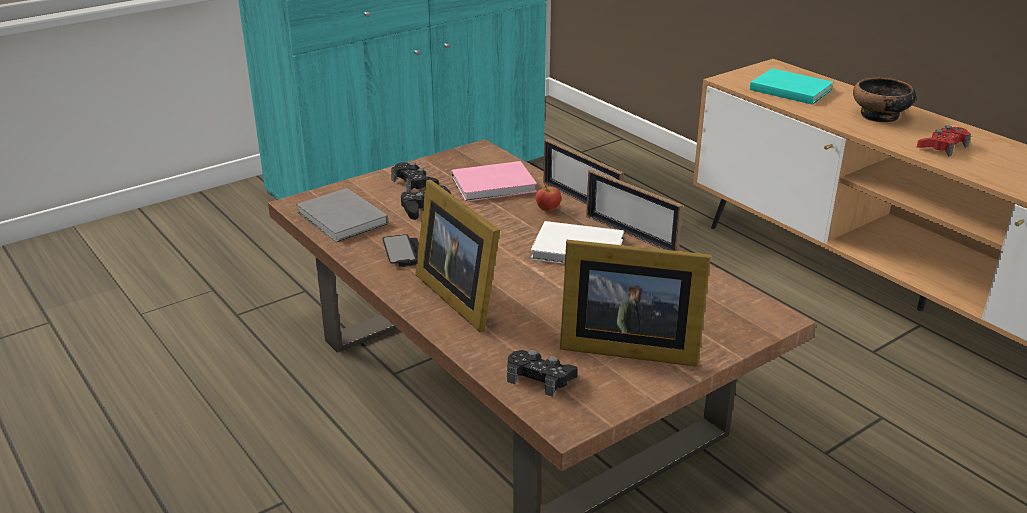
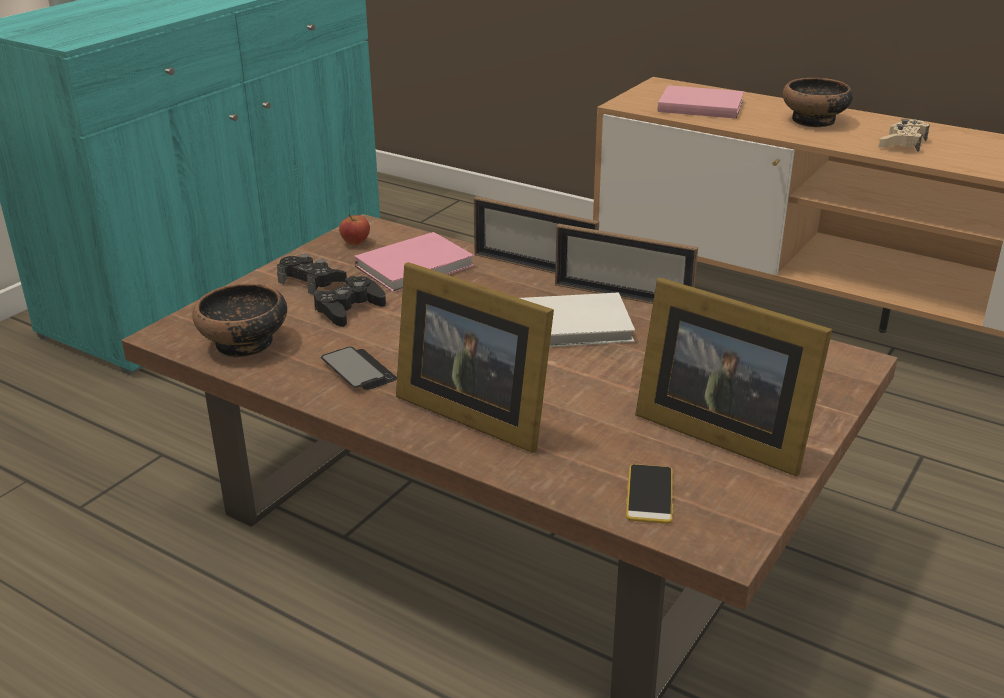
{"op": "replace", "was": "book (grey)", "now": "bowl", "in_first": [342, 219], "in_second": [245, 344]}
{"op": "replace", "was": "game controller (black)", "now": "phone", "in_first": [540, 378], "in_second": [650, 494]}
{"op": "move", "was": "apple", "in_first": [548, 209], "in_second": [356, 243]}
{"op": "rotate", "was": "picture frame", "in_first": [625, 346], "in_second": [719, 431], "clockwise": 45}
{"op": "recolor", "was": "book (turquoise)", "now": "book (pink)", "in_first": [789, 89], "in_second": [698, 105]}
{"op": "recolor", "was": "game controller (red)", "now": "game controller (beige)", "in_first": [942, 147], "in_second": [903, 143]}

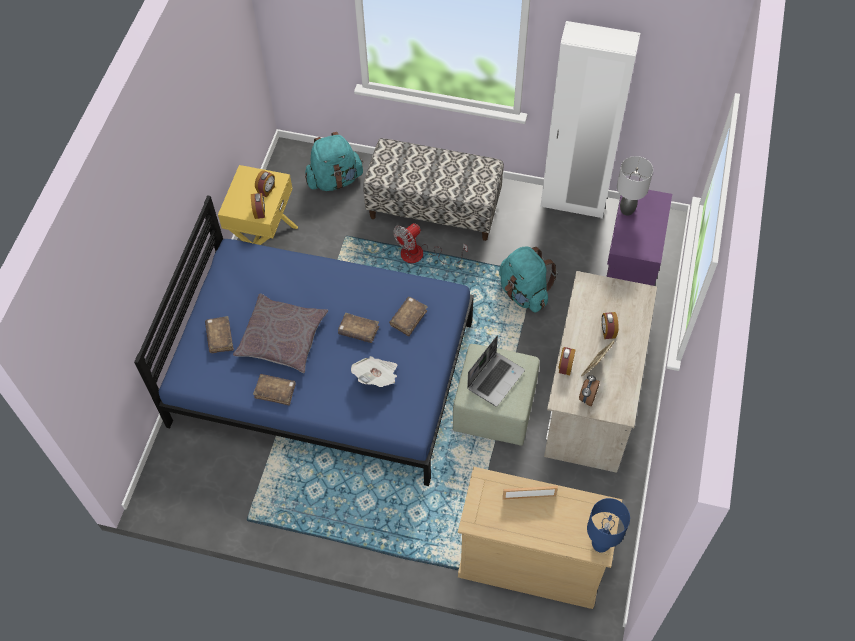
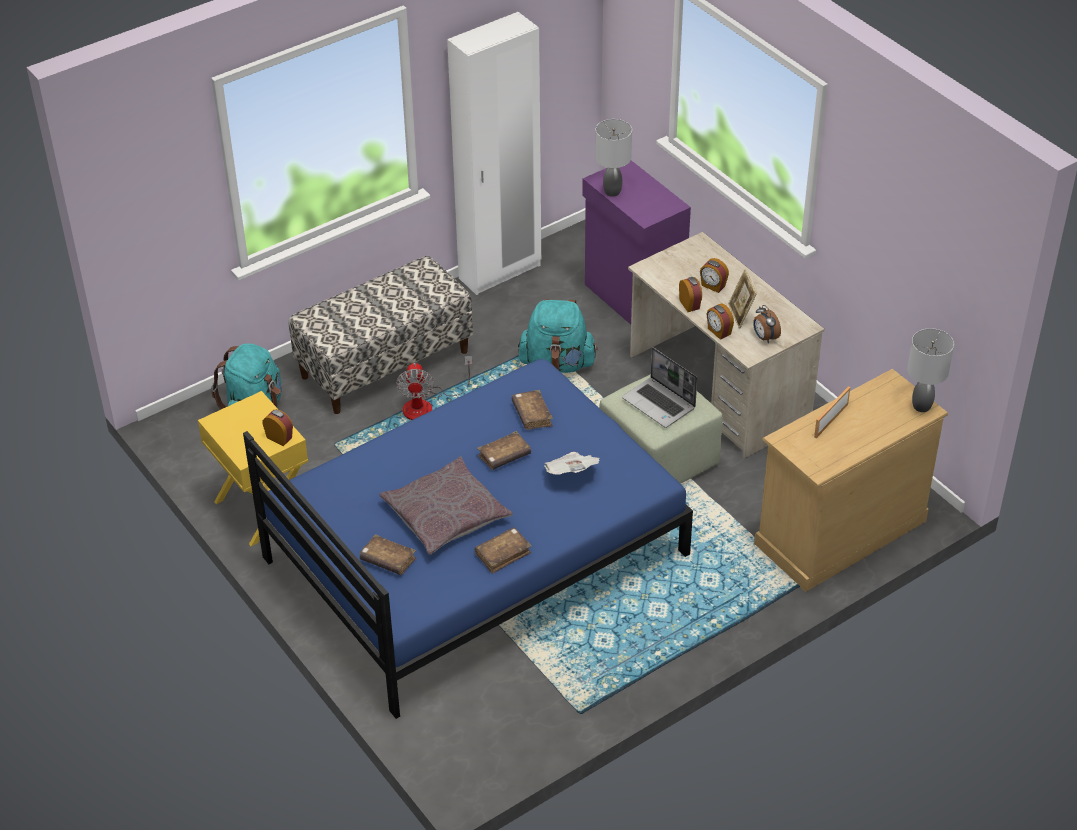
{"op": "move", "was": "alarm clock", "in_first": [266, 190], "in_second": [690, 304]}
{"op": "rotate", "was": "laptop", "in_first": [495, 379], "in_second": [660, 404], "clockwise": 150}
{"op": "recolor", "was": "table lamp (blue)", "now": "table lamp (grey)", "in_first": [600, 545], "in_second": [922, 406]}

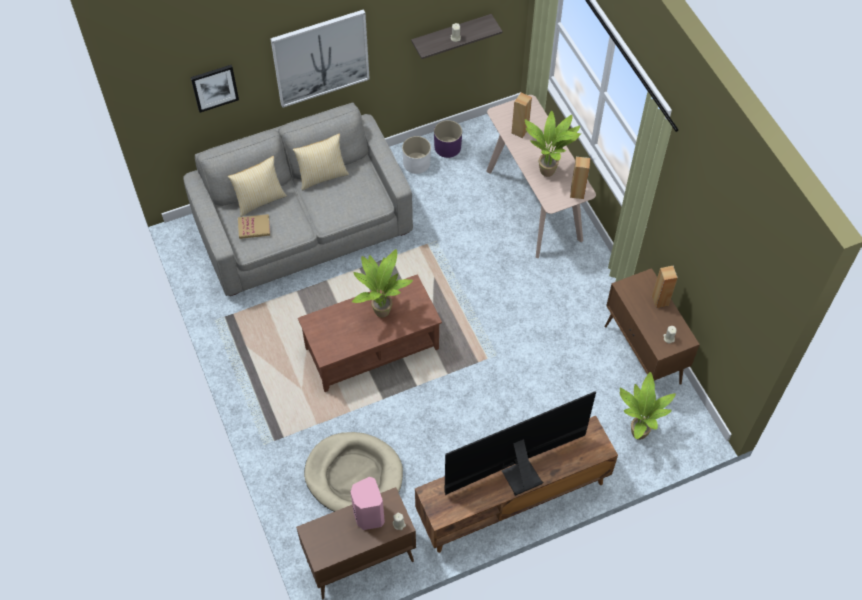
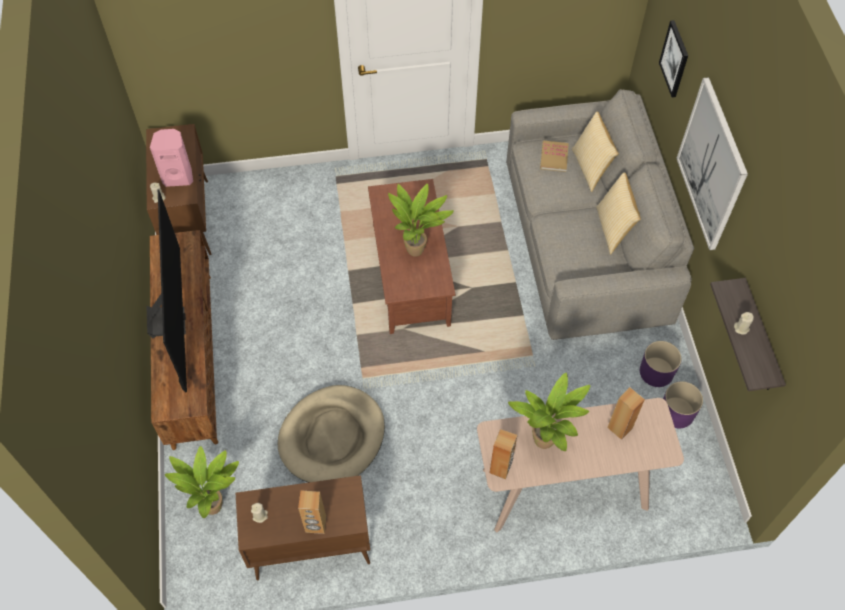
{"op": "move", "was": "dog bed (beige)", "in_first": [354, 476], "in_second": [332, 437]}
{"op": "recolor", "was": "planter (white)", "now": "planter (purple)", "in_first": [416, 163], "in_second": [656, 372]}

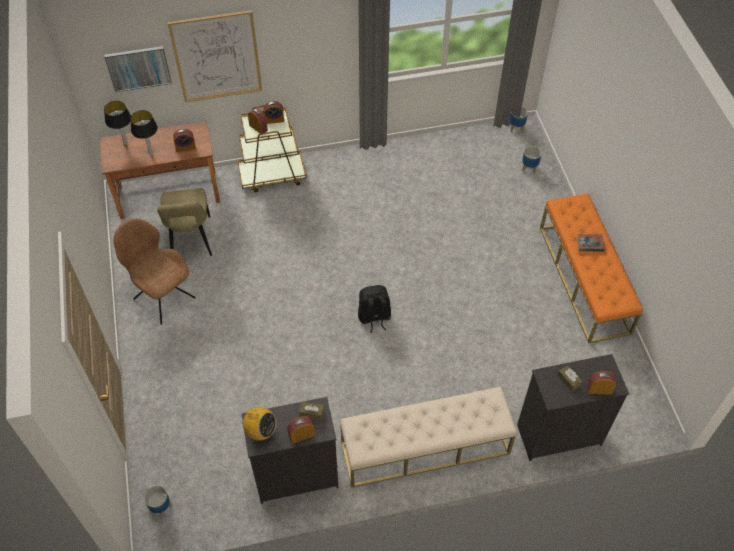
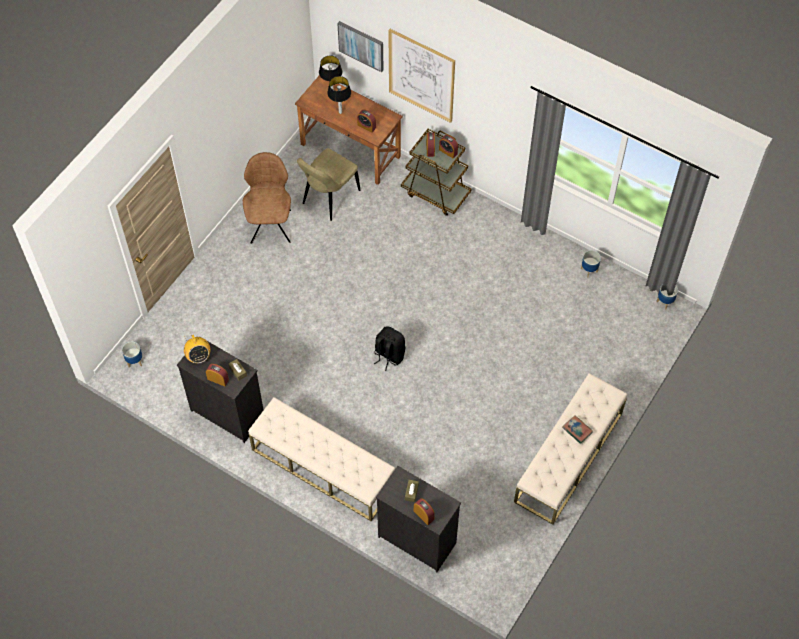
{"op": "move", "was": "planter", "in_first": [529, 168], "in_second": [589, 270]}
{"op": "recolor", "was": "bench (orange)", "now": "bench (beige)", "in_first": [584, 279], "in_second": [568, 457]}

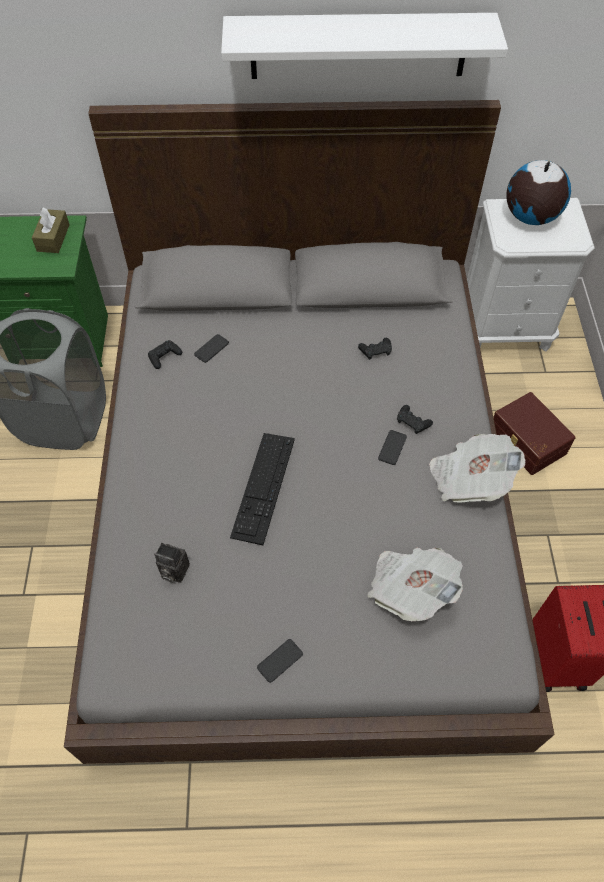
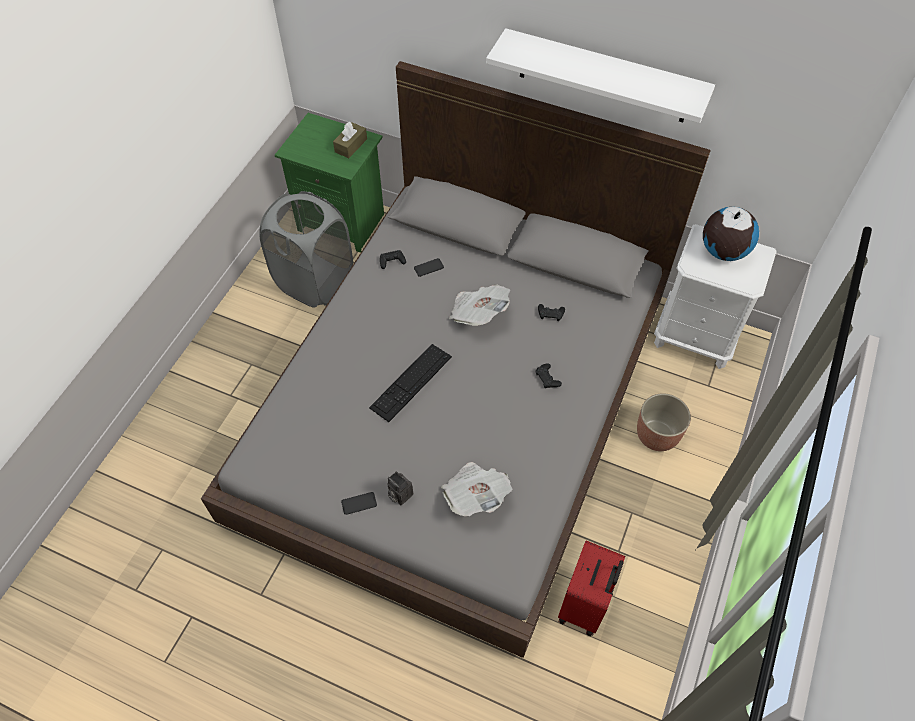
{"op": "move", "was": "photo camera", "in_first": [173, 571], "in_second": [399, 494]}
{"op": "delete", "was": "phone", "in_first": [392, 447]}
{"op": "move", "was": "newspaper", "in_first": [470, 479], "in_second": [478, 313]}
{"op": "replace", "was": "storage box (brown)", "now": "planter", "in_first": [526, 442], "in_second": [657, 435]}

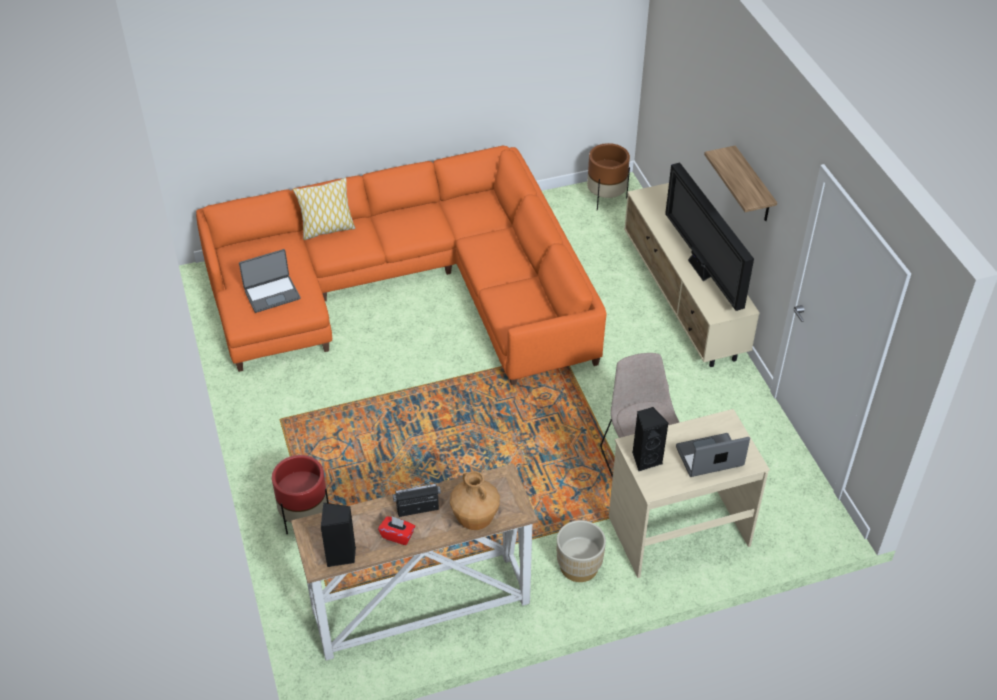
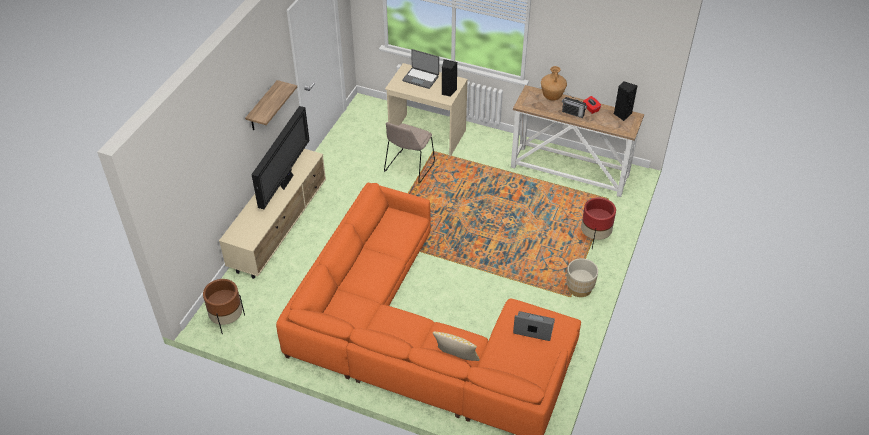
{"op": "move", "was": "planter (beige)", "in_first": [579, 566], "in_second": [579, 288]}

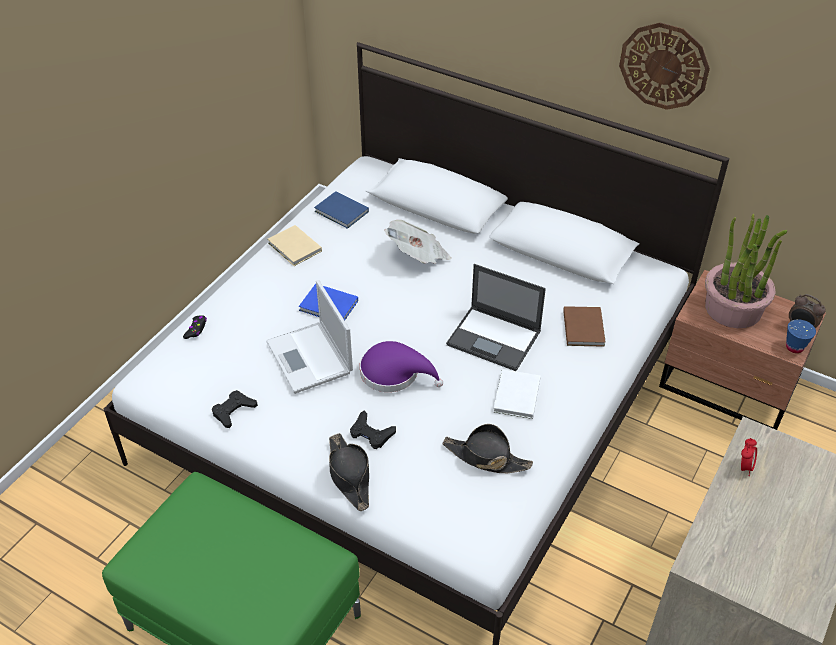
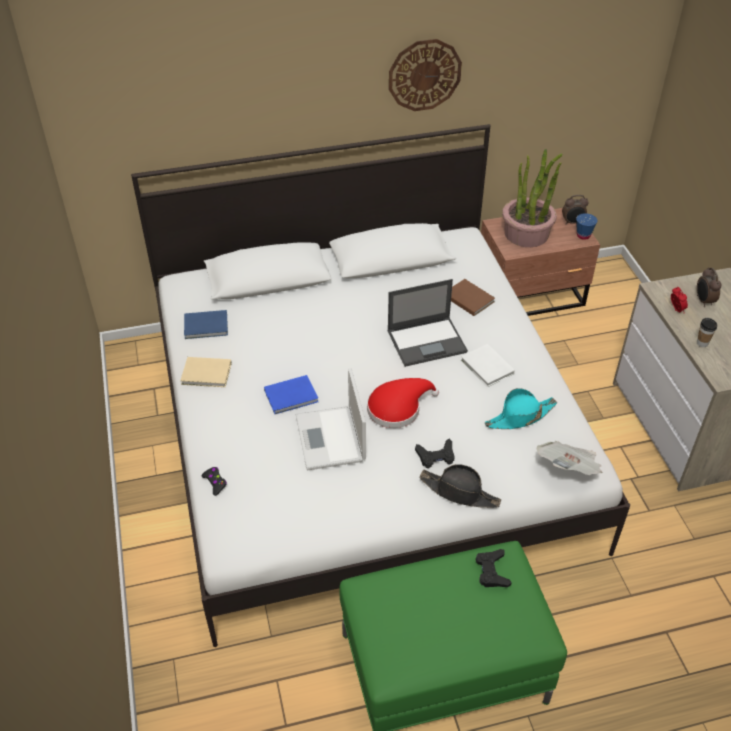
{"op": "move", "was": "game controller (black)", "in_first": [233, 411], "in_second": [492, 571]}
{"op": "rotate", "was": "laptop", "in_first": [310, 358], "in_second": [331, 439], "clockwise": 60}
{"op": "recolor", "was": "hat (purple)", "now": "hat (red)", "in_first": [394, 373], "in_second": [397, 408]}
{"op": "move", "was": "newspaper", "in_first": [418, 256], "in_second": [569, 468]}
{"op": "recolor", "was": "hat (black)", "now": "hat (turquoise)", "in_first": [486, 457], "in_second": [520, 417]}
{"op": "insert", "now": "alarm clock", "in_second": [703, 301]}
{"op": "insert", "now": "cup", "in_second": [702, 343]}

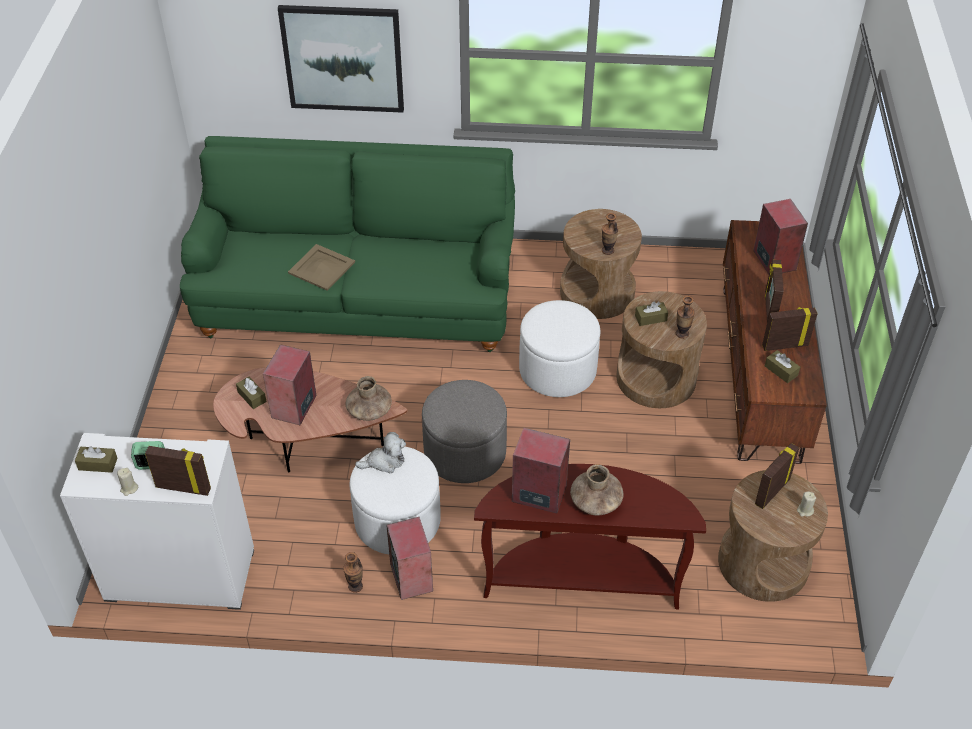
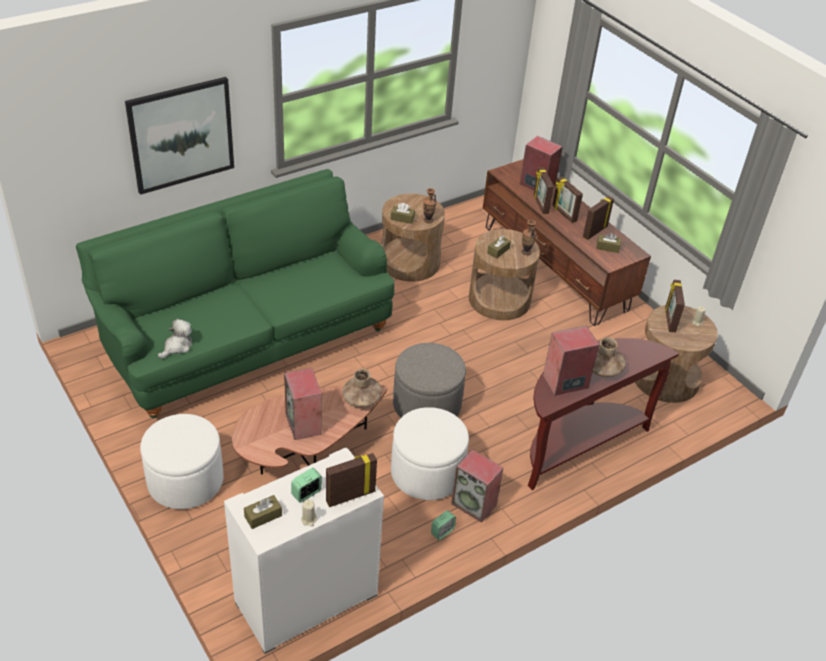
{"op": "move", "was": "tissue box (brown)", "in_first": [252, 397], "in_second": [402, 218]}
{"op": "delete", "was": "tray (beige)", "in_first": [321, 267]}
{"op": "replace", "was": "vase", "now": "alarm clock", "in_first": [355, 586], "in_second": [442, 531]}
{"op": "move", "was": "plush toy", "in_first": [384, 461], "in_second": [177, 346]}
{"op": "move", "was": "ottoman (white)", "in_first": [557, 370], "in_second": [185, 481]}
{"op": "insert", "now": "picture frame", "in_second": [540, 205]}

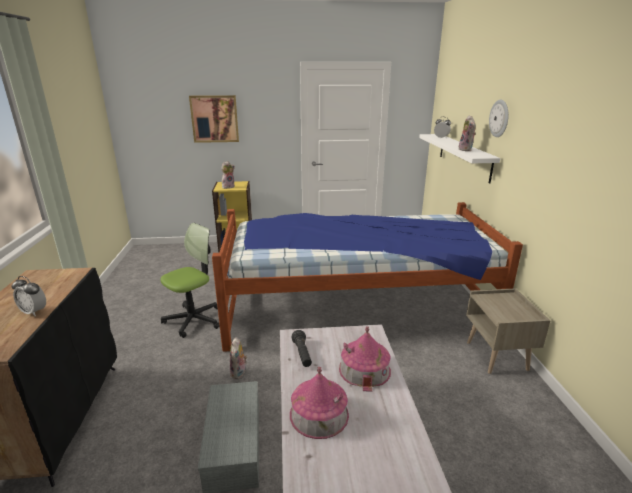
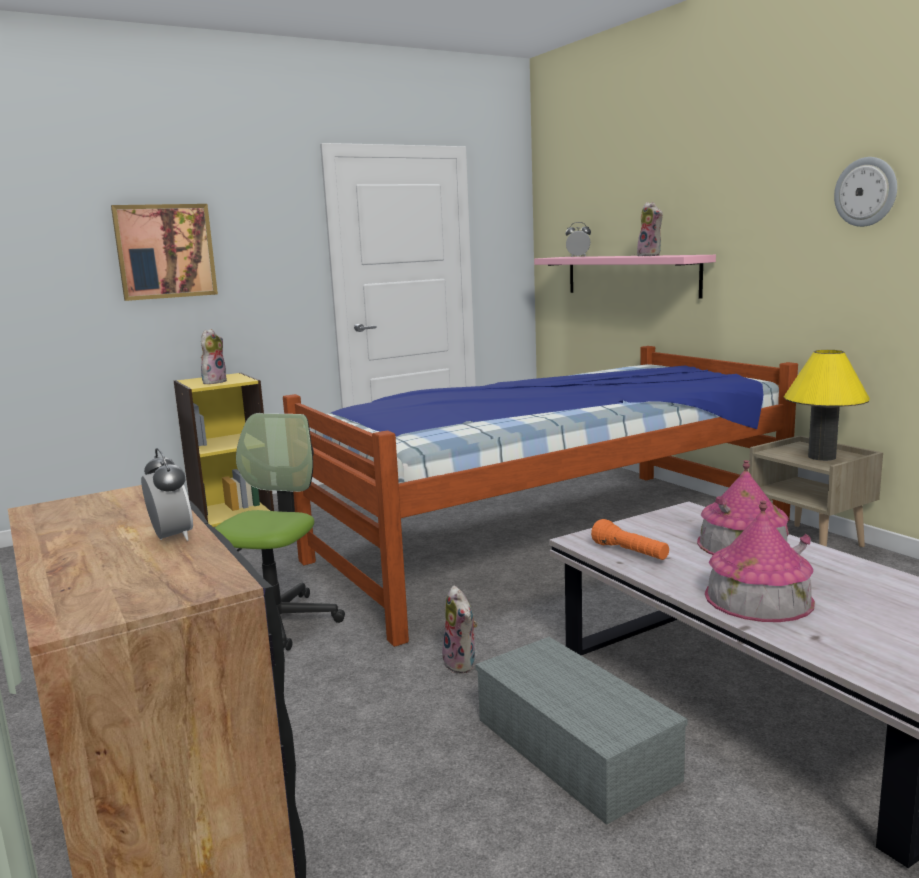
{"op": "rotate", "was": "alarm clock", "in_first": [34, 312], "in_second": [171, 537], "clockwise": -120}
{"op": "recolor", "was": "flashlight (black)", "now": "flashlight (orange)", "in_first": [302, 354], "in_second": [630, 553]}
{"op": "recolor", "was": "shelf (white)", "now": "shelf (pink)", "in_first": [464, 156], "in_second": [630, 275]}
{"op": "move", "was": "wall clock", "in_first": [499, 118], "in_second": [866, 192]}
{"op": "insert", "now": "table lamp (yellow)", "in_second": [821, 457]}

